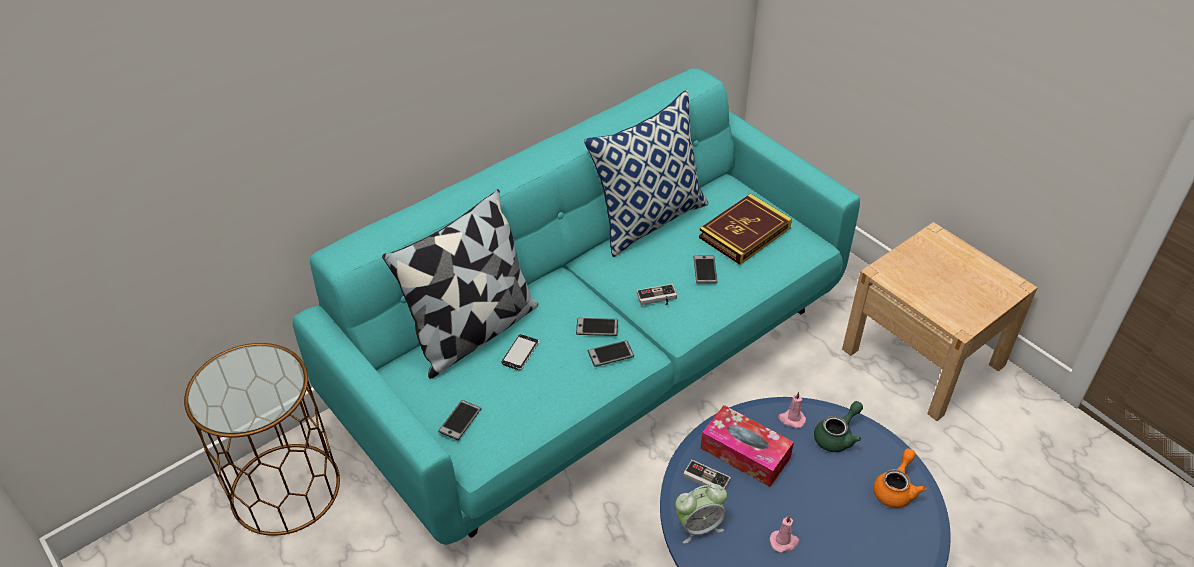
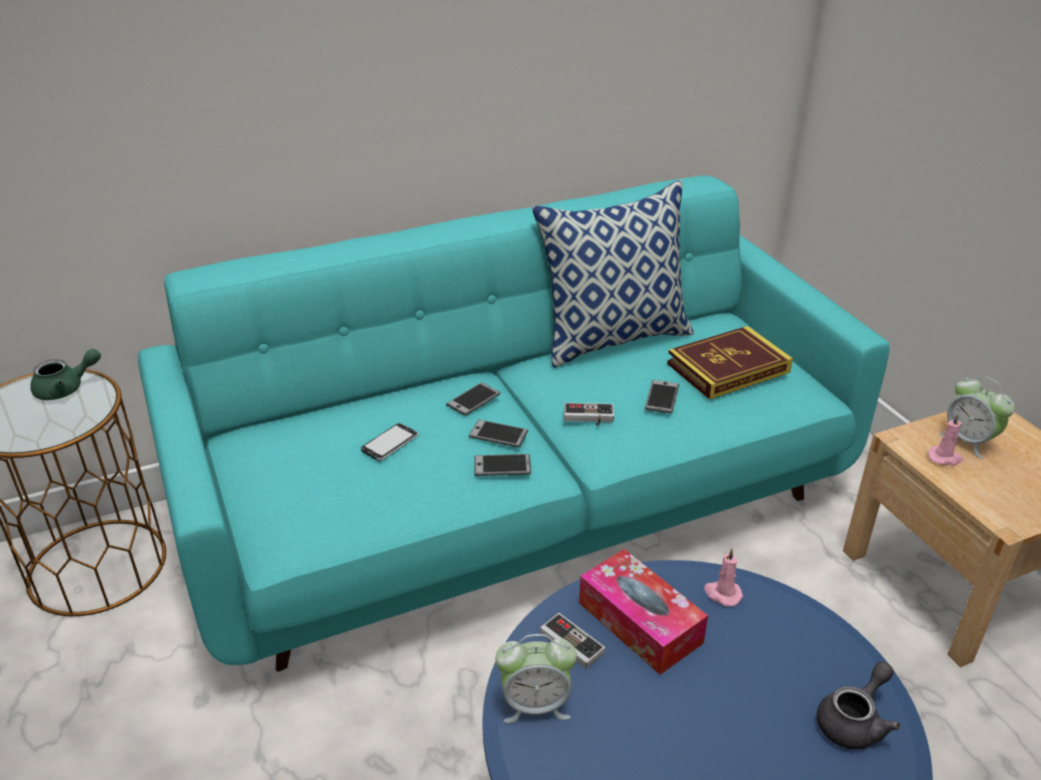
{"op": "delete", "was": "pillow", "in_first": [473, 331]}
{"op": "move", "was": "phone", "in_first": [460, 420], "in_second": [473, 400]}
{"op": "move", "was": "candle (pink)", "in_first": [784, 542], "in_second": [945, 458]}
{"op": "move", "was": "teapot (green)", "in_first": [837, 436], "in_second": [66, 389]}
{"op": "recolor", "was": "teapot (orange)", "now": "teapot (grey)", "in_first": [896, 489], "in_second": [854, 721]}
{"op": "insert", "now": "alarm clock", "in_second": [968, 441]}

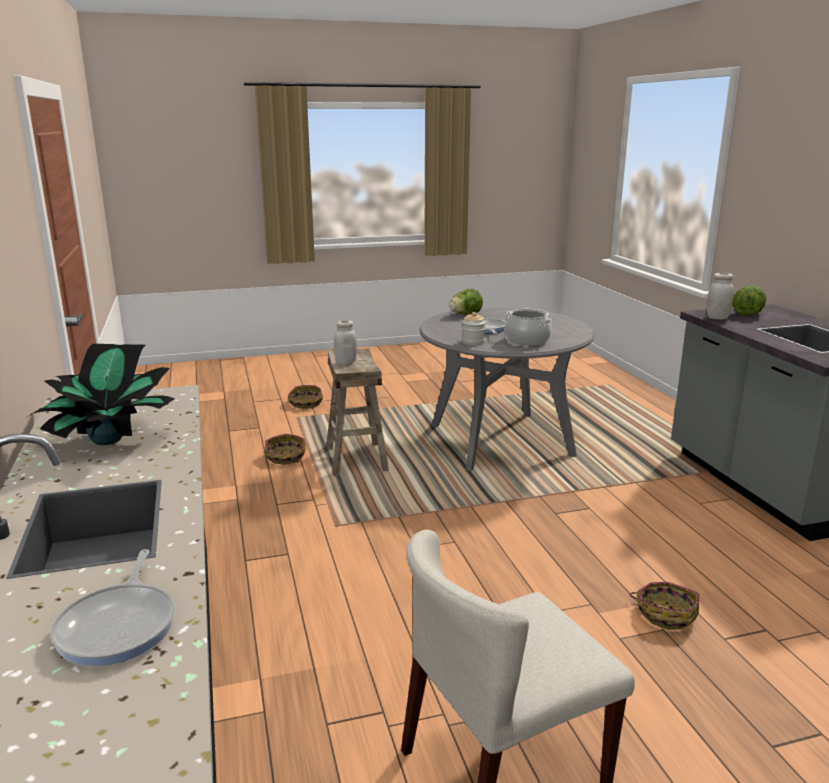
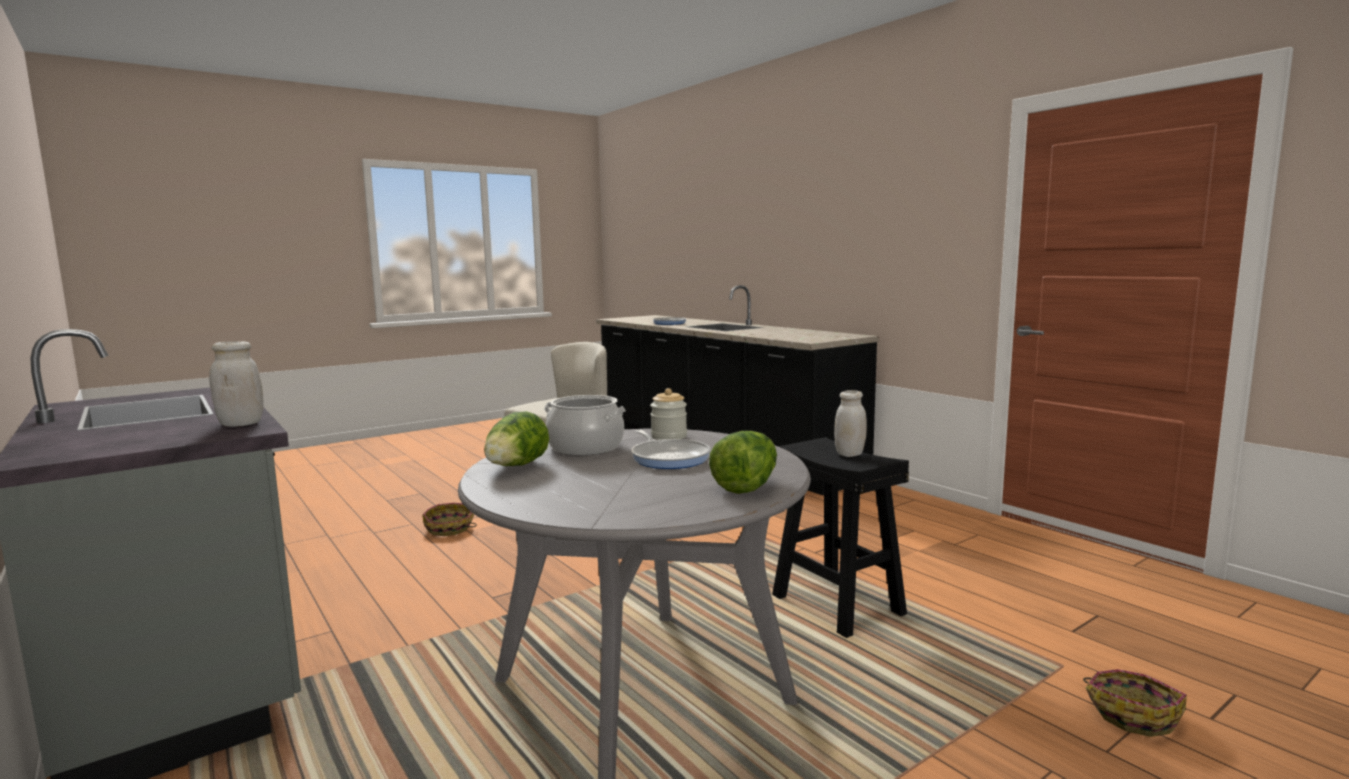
{"op": "delete", "was": "potted plant", "in_first": [109, 440]}
{"op": "delete", "was": "basket", "in_first": [285, 457]}
{"op": "recolor", "was": "stool (beige)", "now": "stool (black)", "in_first": [355, 459], "in_second": [838, 605]}
{"op": "move", "was": "lettuce", "in_first": [748, 313], "in_second": [516, 466]}

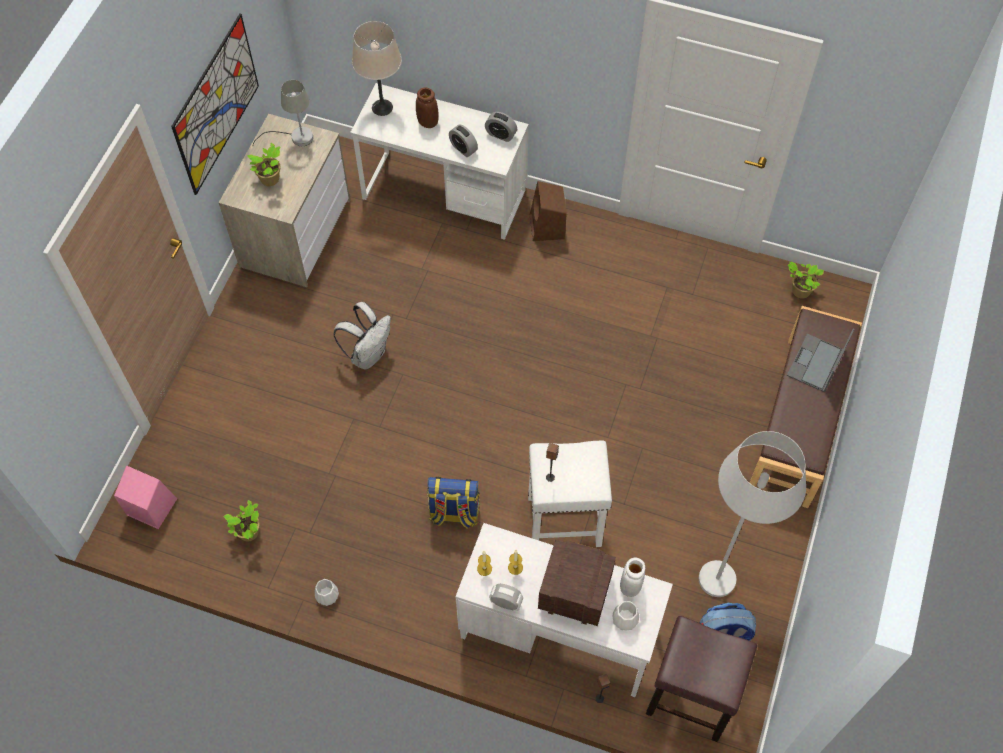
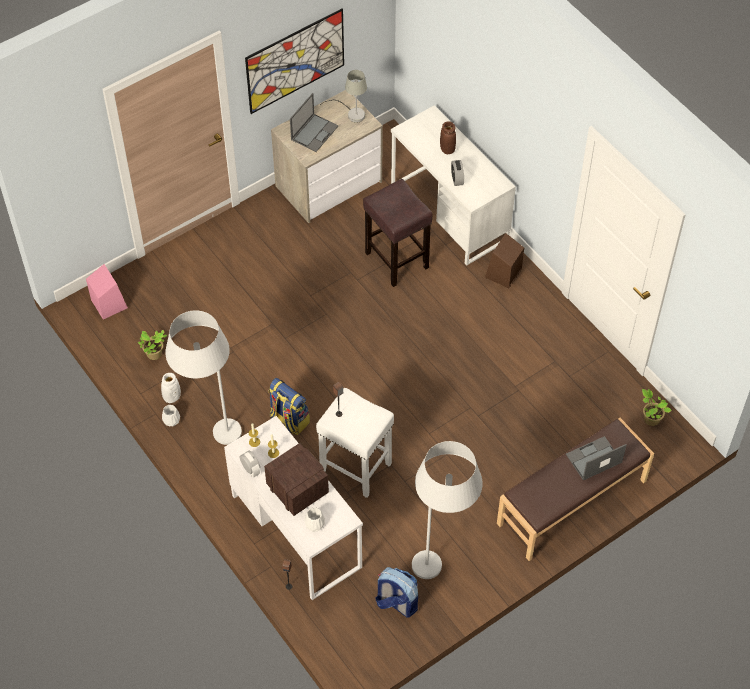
{"op": "replace", "was": "potted plant", "now": "laptop", "in_first": [271, 180], "in_second": [314, 132]}
{"op": "delete", "was": "backpack (white)", "in_first": [368, 354]}
{"op": "delete", "was": "table lamp (beige)", "in_first": [382, 107]}
{"op": "delete", "was": "alarm clock", "in_first": [501, 134]}
{"op": "move", "was": "vase (white)", "in_first": [630, 586], "in_second": [172, 397]}
{"op": "move", "was": "stool (brown)", "in_first": [688, 698], "in_second": [396, 259]}
{"op": "insert", "now": "floor lamp (white)", "in_second": [211, 435]}

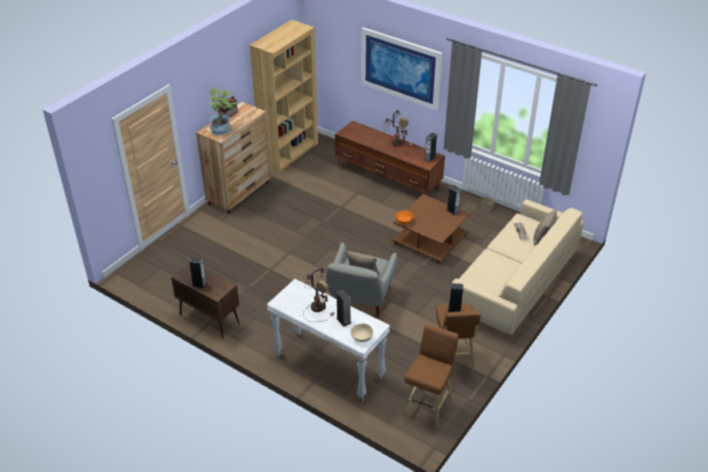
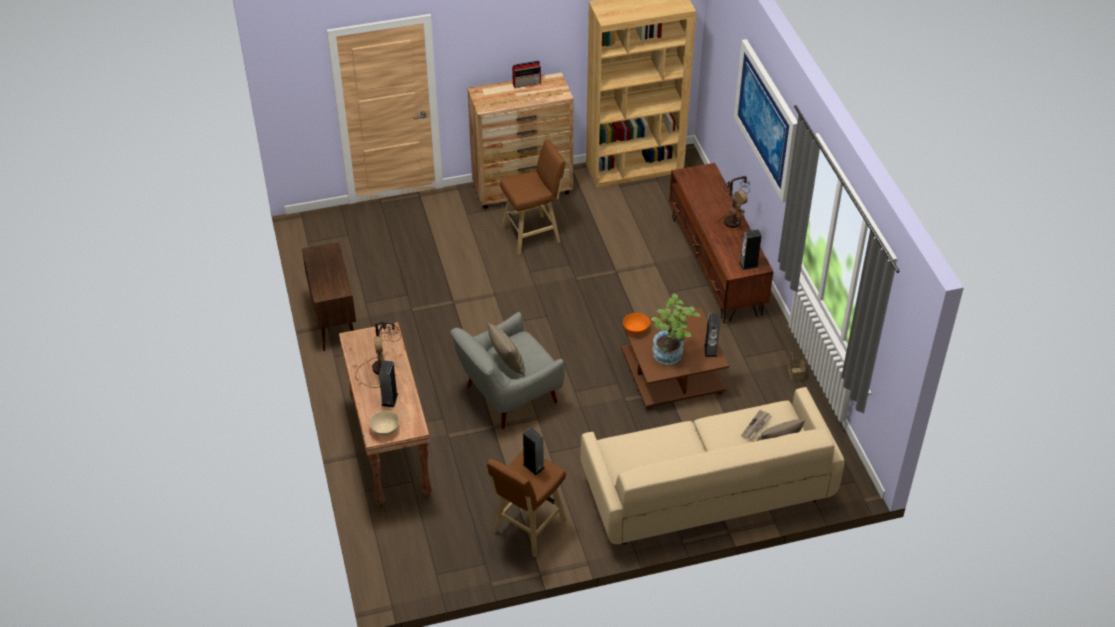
{"op": "delete", "was": "speaker", "in_first": [199, 284]}
{"op": "move", "was": "potted plant", "in_first": [223, 130], "in_second": [671, 356]}
{"op": "recolor", "was": "console table (white)", "now": "console table (brown)", "in_first": [328, 366], "in_second": [389, 449]}
{"op": "move", "was": "stool (brown)", "in_first": [428, 405], "in_second": [533, 234]}

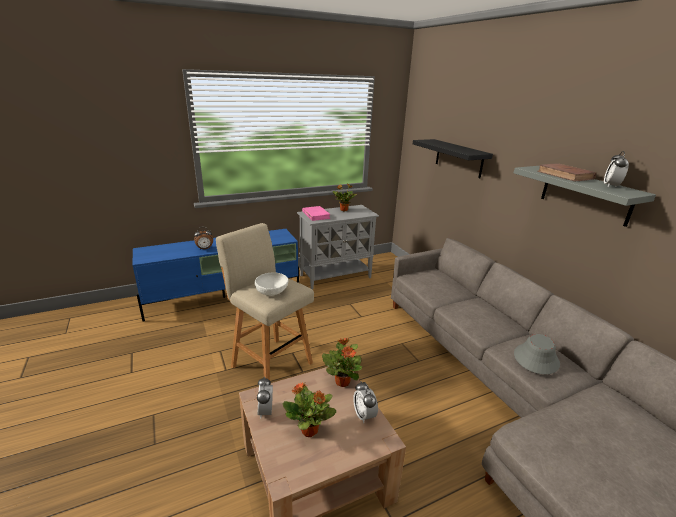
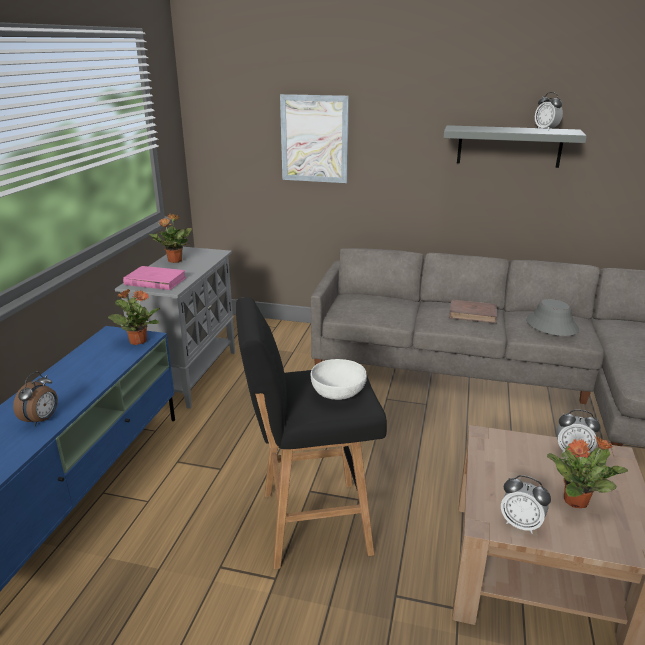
{"op": "recolor", "was": "stool (beige)", "now": "stool (black)", "in_first": [270, 363], "in_second": [310, 522]}
{"op": "move", "was": "potted plant", "in_first": [342, 381], "in_second": [137, 341]}
{"op": "replace", "was": "shelf (black)", "now": "picture", "in_first": [458, 158], "in_second": [314, 139]}
{"op": "move", "was": "book (brown)", "in_first": [565, 175], "in_second": [473, 314]}

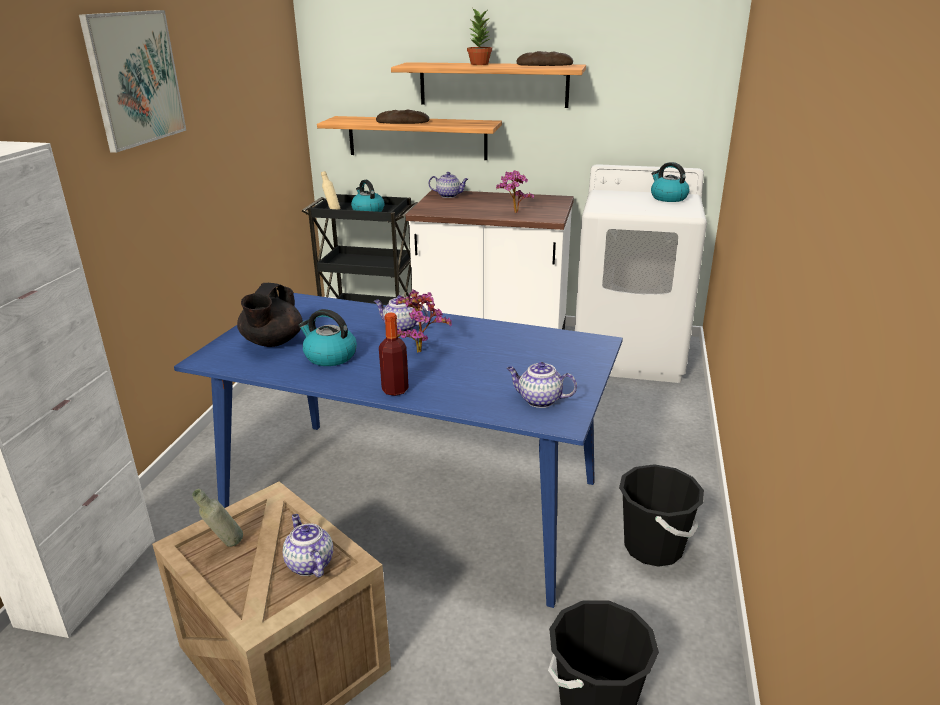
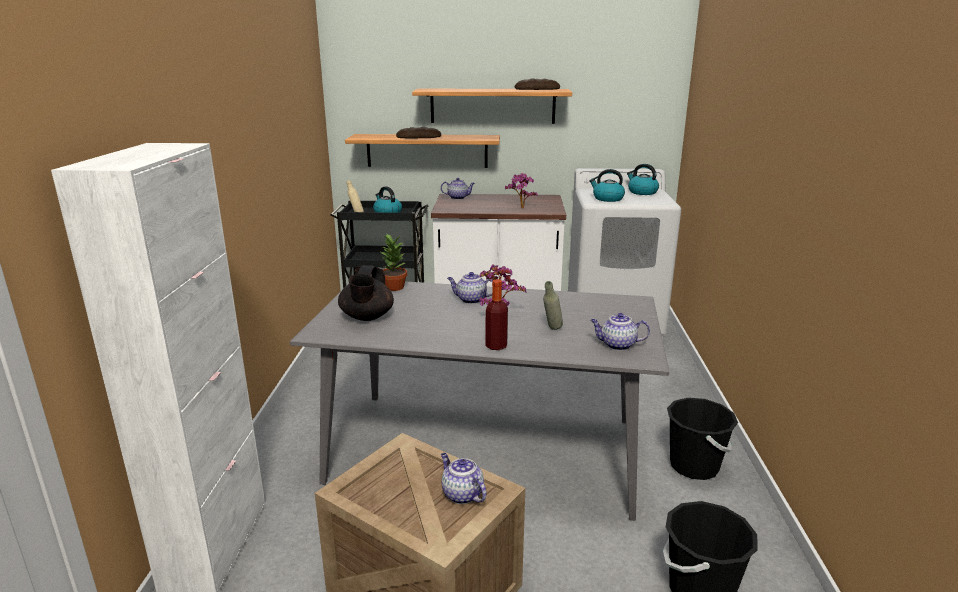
{"op": "delete", "was": "picture", "in_first": [135, 78]}
{"op": "recolor", "was": "dining table (blue)", "now": "dining table (grey)", "in_first": [412, 501], "in_second": [484, 450]}
{"op": "move", "was": "bottle (grey)", "in_first": [225, 546], "in_second": [551, 330]}
{"op": "move", "was": "kettle", "in_first": [329, 356], "in_second": [607, 199]}
{"op": "move", "was": "potted plant", "in_first": [479, 64], "in_second": [393, 287]}

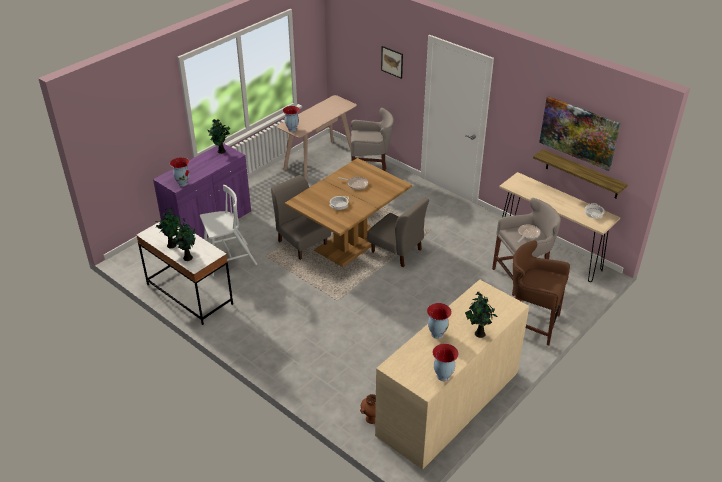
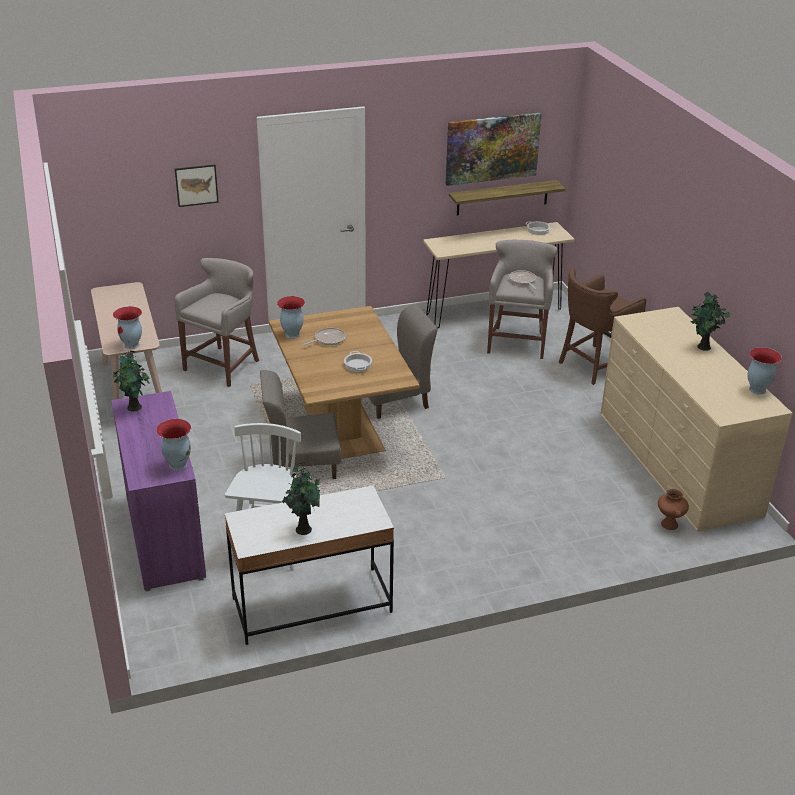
{"op": "delete", "was": "potted plant", "in_first": [187, 257]}
{"op": "move", "was": "vase", "in_first": [437, 334], "in_second": [291, 334]}

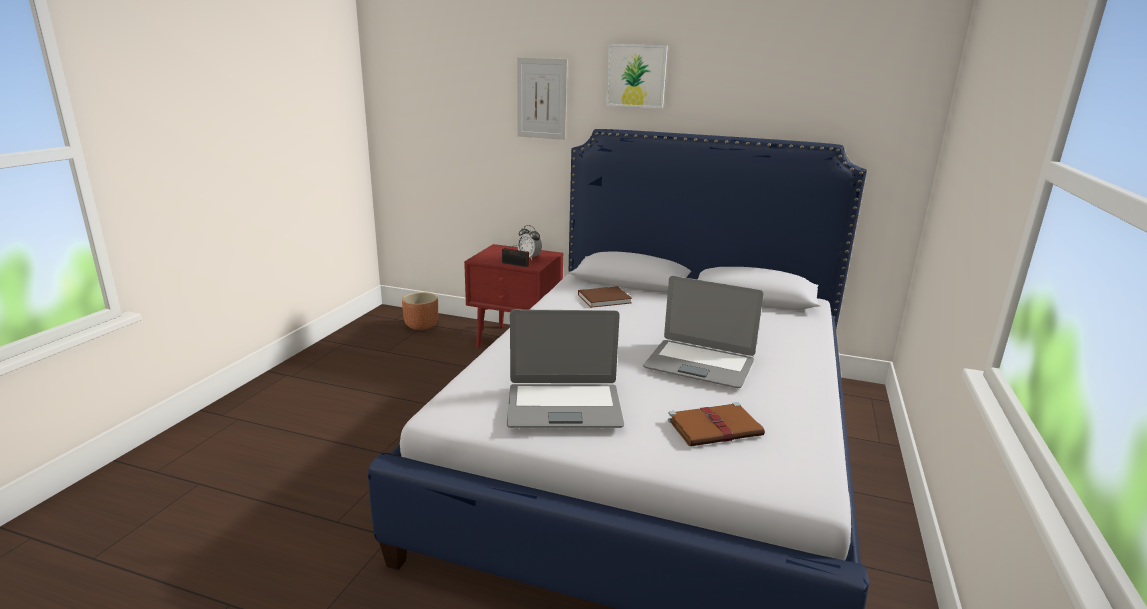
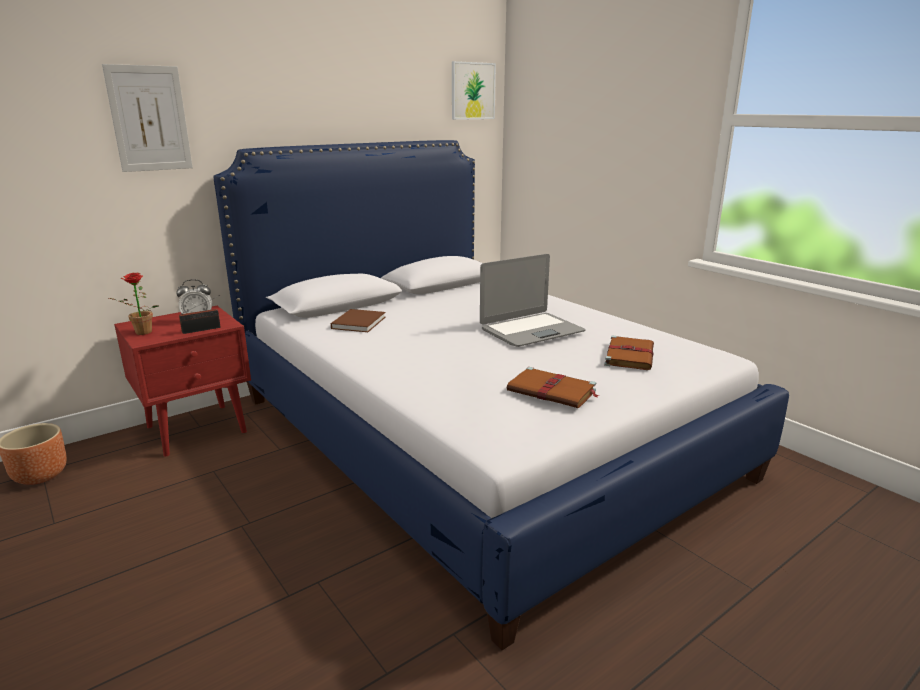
{"op": "replace", "was": "laptop", "now": "book (brown)", "in_first": [564, 406], "in_second": [553, 391]}
{"op": "move", "was": "picture", "in_first": [636, 76], "in_second": [472, 91]}
{"op": "insert", "now": "potted plant", "in_second": [140, 333]}

